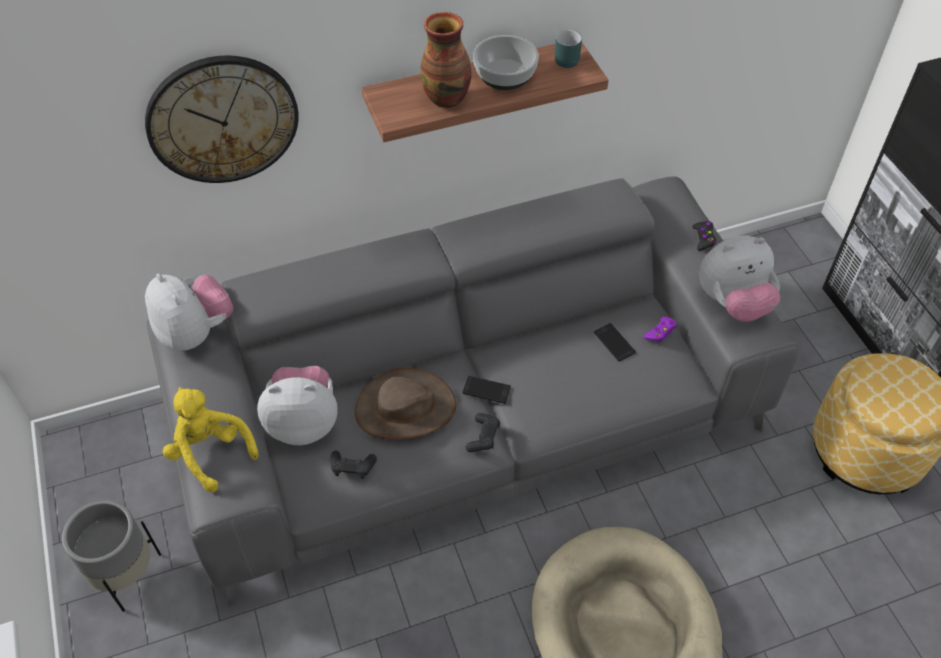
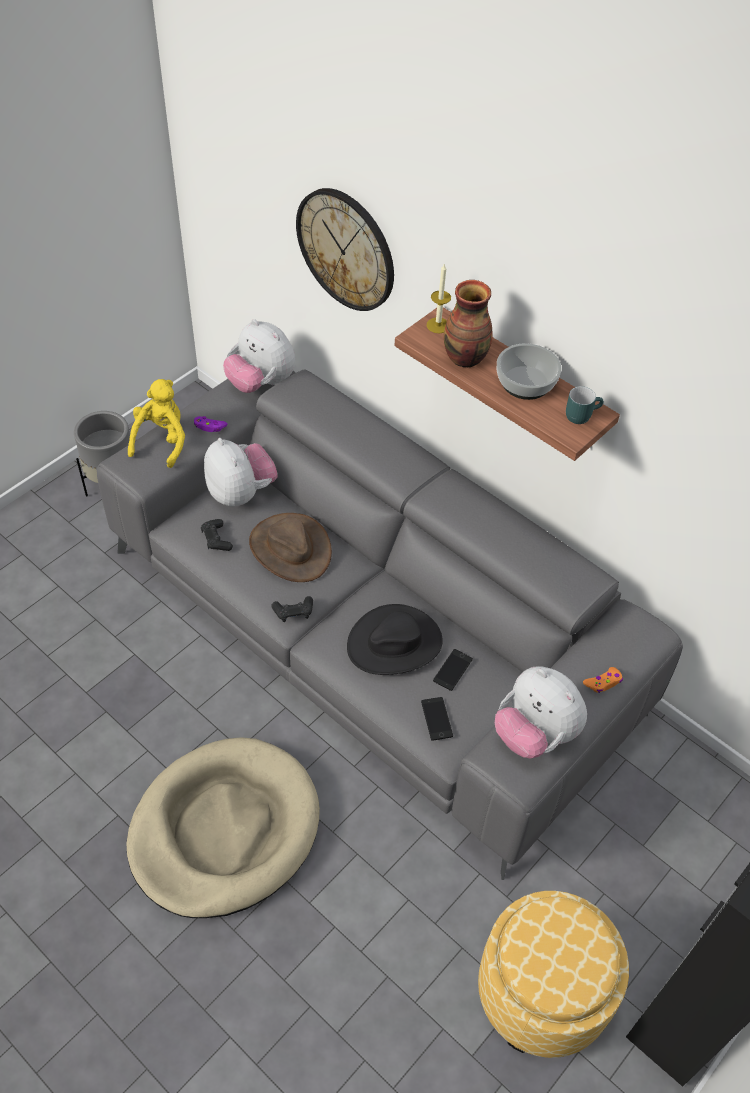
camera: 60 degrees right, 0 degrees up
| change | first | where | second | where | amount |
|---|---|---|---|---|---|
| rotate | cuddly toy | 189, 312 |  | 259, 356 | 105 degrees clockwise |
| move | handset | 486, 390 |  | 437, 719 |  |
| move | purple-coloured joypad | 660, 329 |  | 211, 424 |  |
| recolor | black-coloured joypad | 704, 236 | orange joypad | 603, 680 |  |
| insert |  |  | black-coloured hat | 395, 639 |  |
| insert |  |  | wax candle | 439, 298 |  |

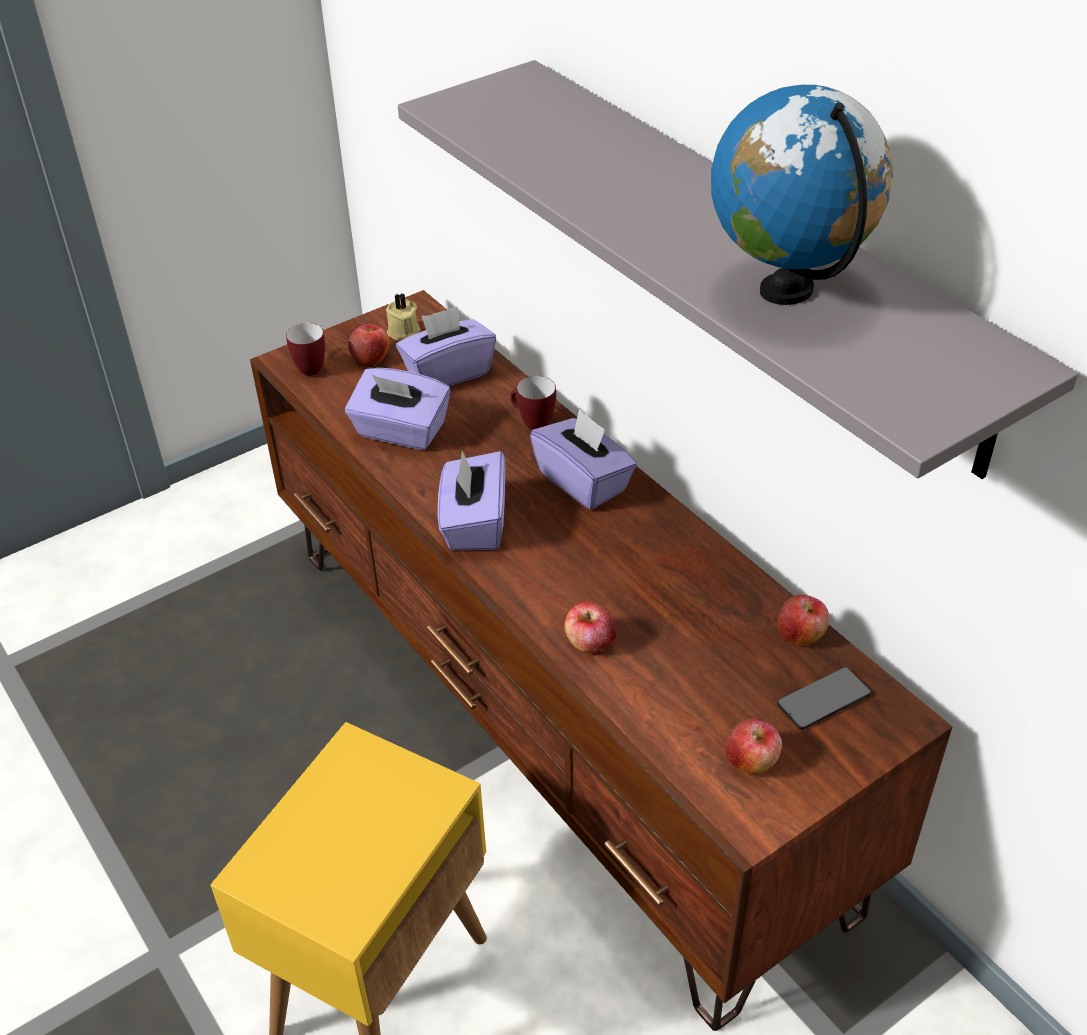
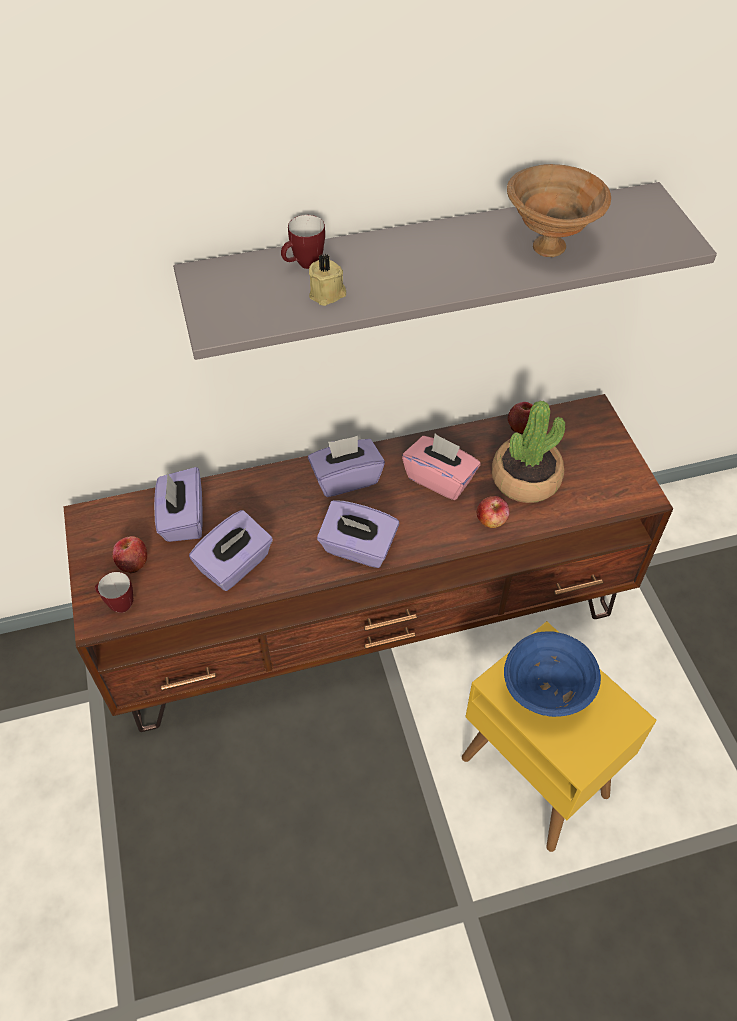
camera: 70 degrees left, 10 degrees up
| change | first | where | second | where | amount |
|---|---|---|---|---|---|
| move | beige wax candle | 403, 317 |  | 327, 280 |  |
| move | coffee mug | 533, 403 |  | 303, 242 |  |
| replace | desk globe | 802, 195 | brownish serving bowl | 559, 210 |  |
| delete | apple fruit | 753, 746 |  |  |  |
| delete | handset | 824, 698 |  |  |  |
| insert |  |  | pink box of tissues | 441, 466 |  |
| insert |  |  | houseplant | 528, 452 |  |
| insert |  |  | bluish serving bowl | 552, 674 |  |

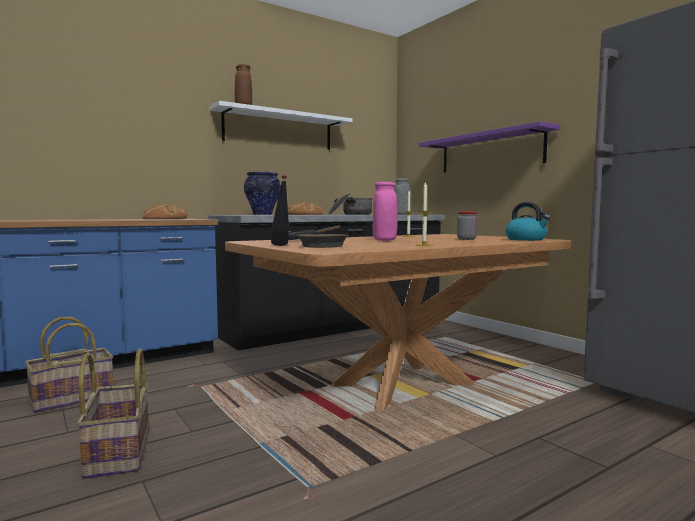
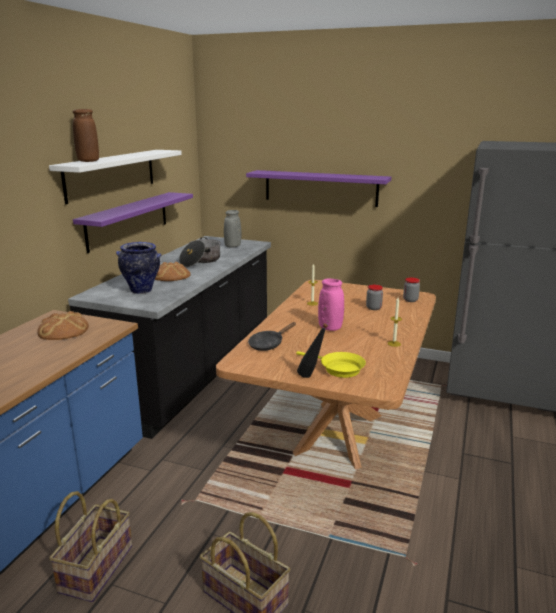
camera: 35 degrees left, 15 degrees up
| change | first | where | second | where | amount |
|---|---|---|---|---|---|
| recolor | brownish pan | 322, 241 | yellow-coloured pan | 331, 364 |  |
| replace | water kettle | 527, 221 | jar | 411, 290 |  |
| insert |  |  | purple-coloured wall shelf | 133, 222 |  |

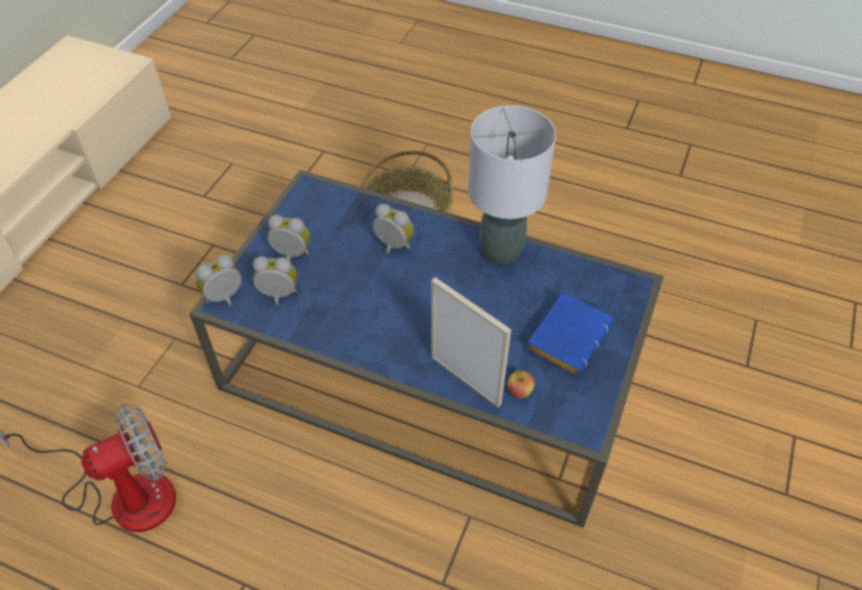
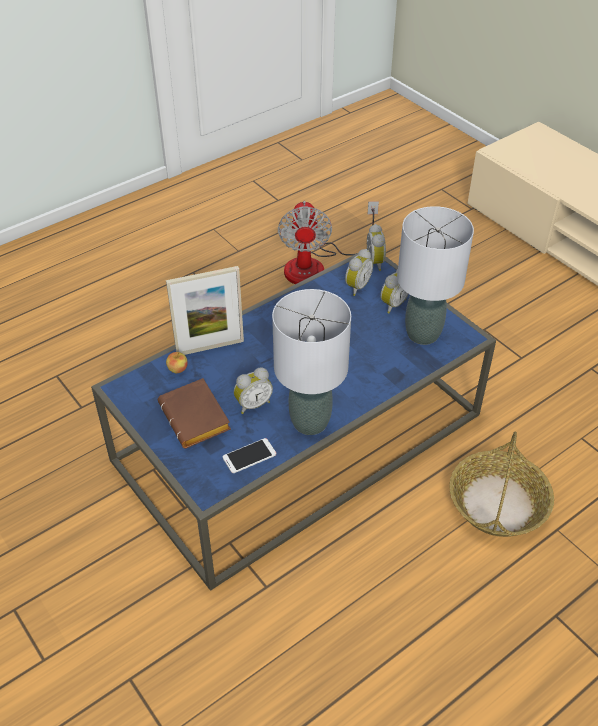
camera: 120 degrees right, 5 degrees down
| change | first | where | second | where | amount |
|---|---|---|---|---|---|
| move | alarm clock | 393, 229 |  | 253, 390 |  |
| recolor | bluish book | 569, 334 | brownish book | 194, 413 |  |
| insert |  |  | handset | 249, 455 |  |
| insert |  |  | gray lamp for a table | 435, 275 |  |

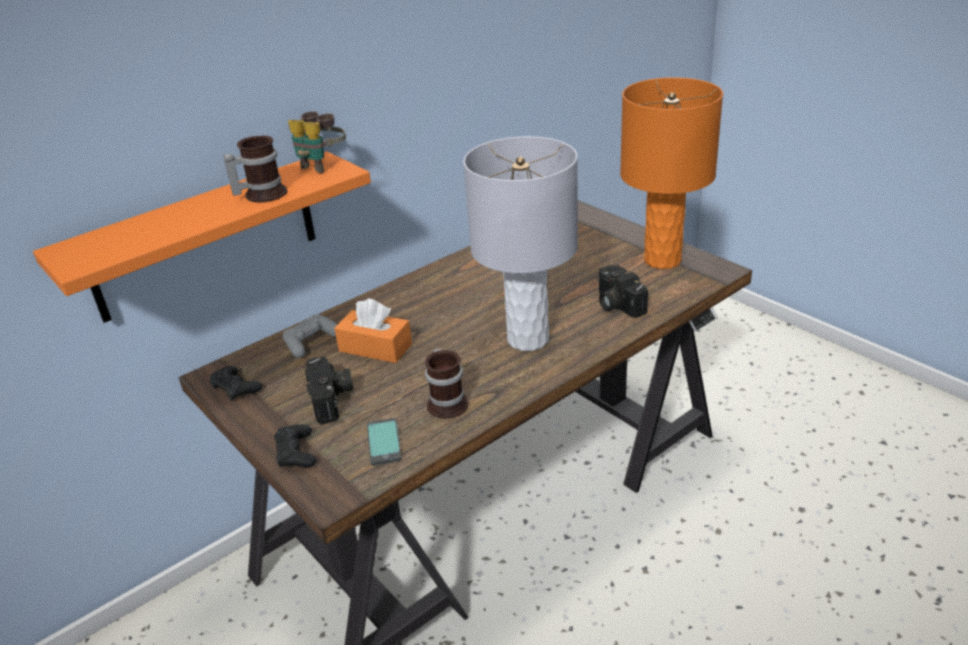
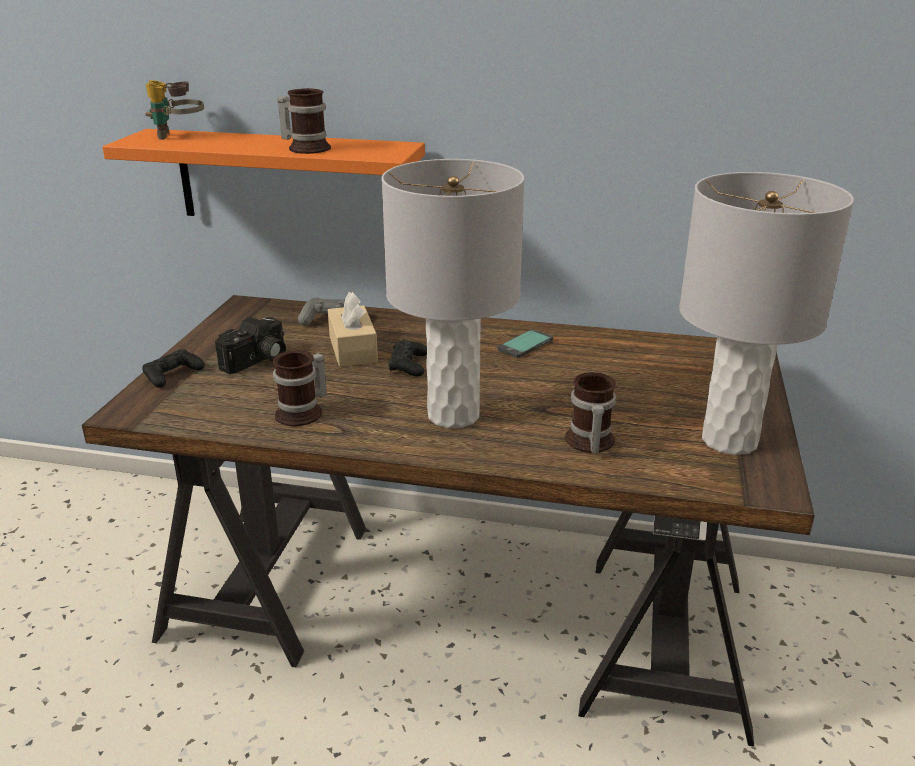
camera: 50 degrees right, 5 degrees down
| change | first | where | second | where | amount |
|---|---|---|---|---|---|
| move | black-coloured joypad | 235, 383 |  | 407, 358 |  |
| move | field glasses | 317, 142 |  | 174, 110 |  |
| recolor | orange box of tissues | 373, 330 | beige box of tissues | 353, 329 |  |
| move | handset | 384, 442 |  | 525, 343 |  |
| replace | photo camera | 622, 291 | coffee mug | 590, 413 |  |
| recolor | orange lamp for a table | 671, 173 | gray lamp for a table | 766, 313 |  |

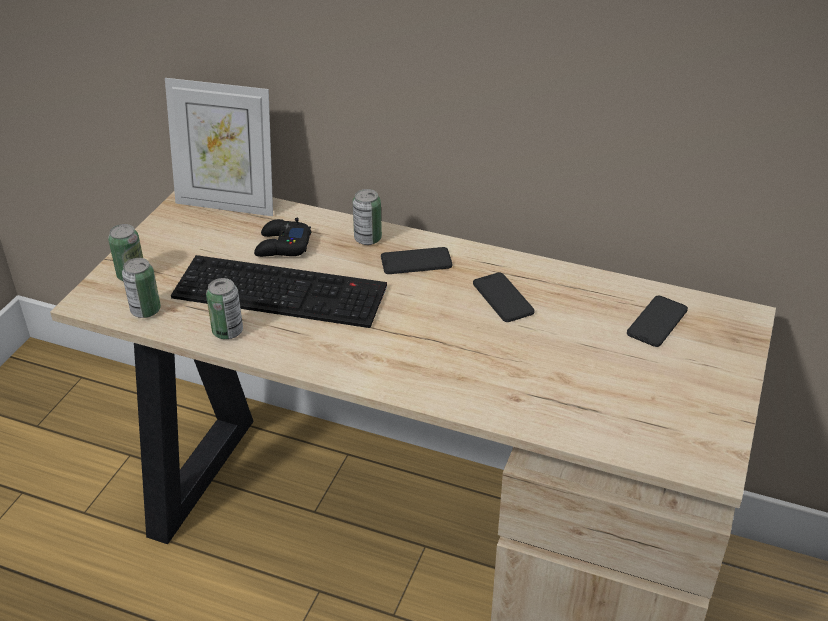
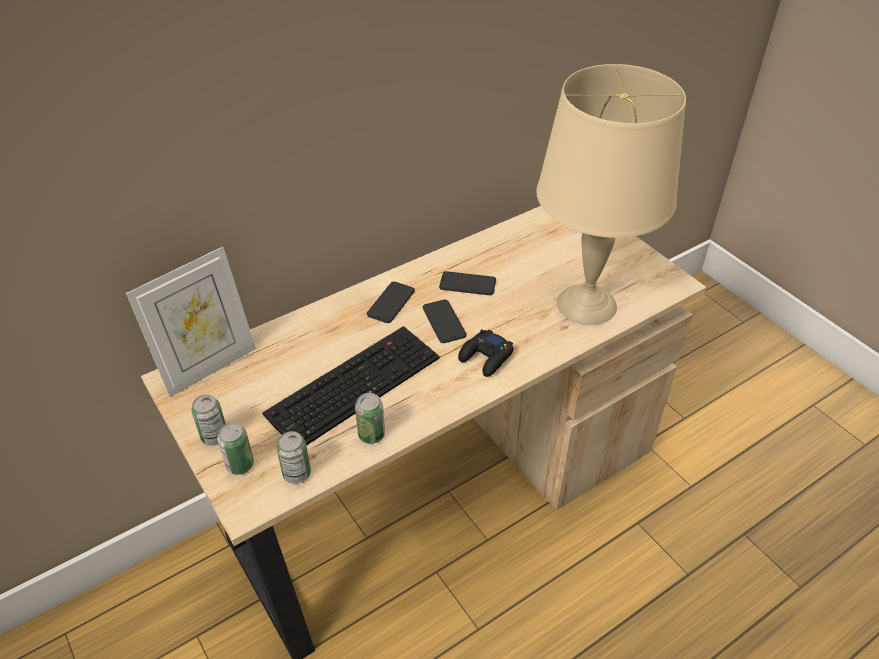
camera: 55 degrees left, 5 degrees up
| change | first | where | second | where | amount |
|---|---|---|---|---|---|
| move | black-coloured joypad | 282, 237 |  | 486, 353 |  |
| move | sealed can | 367, 217 |  | 208, 420 |  |
| move | handset | 657, 321 |  | 444, 321 |  |
| insert |  |  | beige lamp for a table | 611, 194 |  |

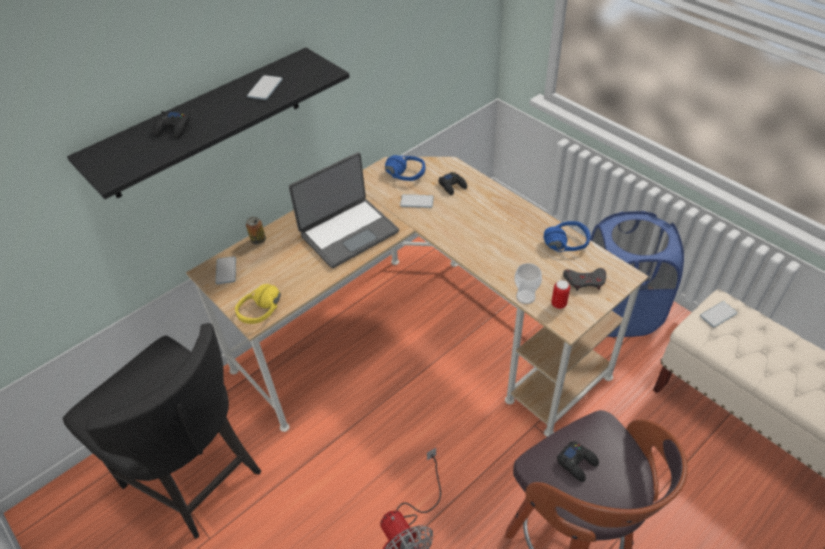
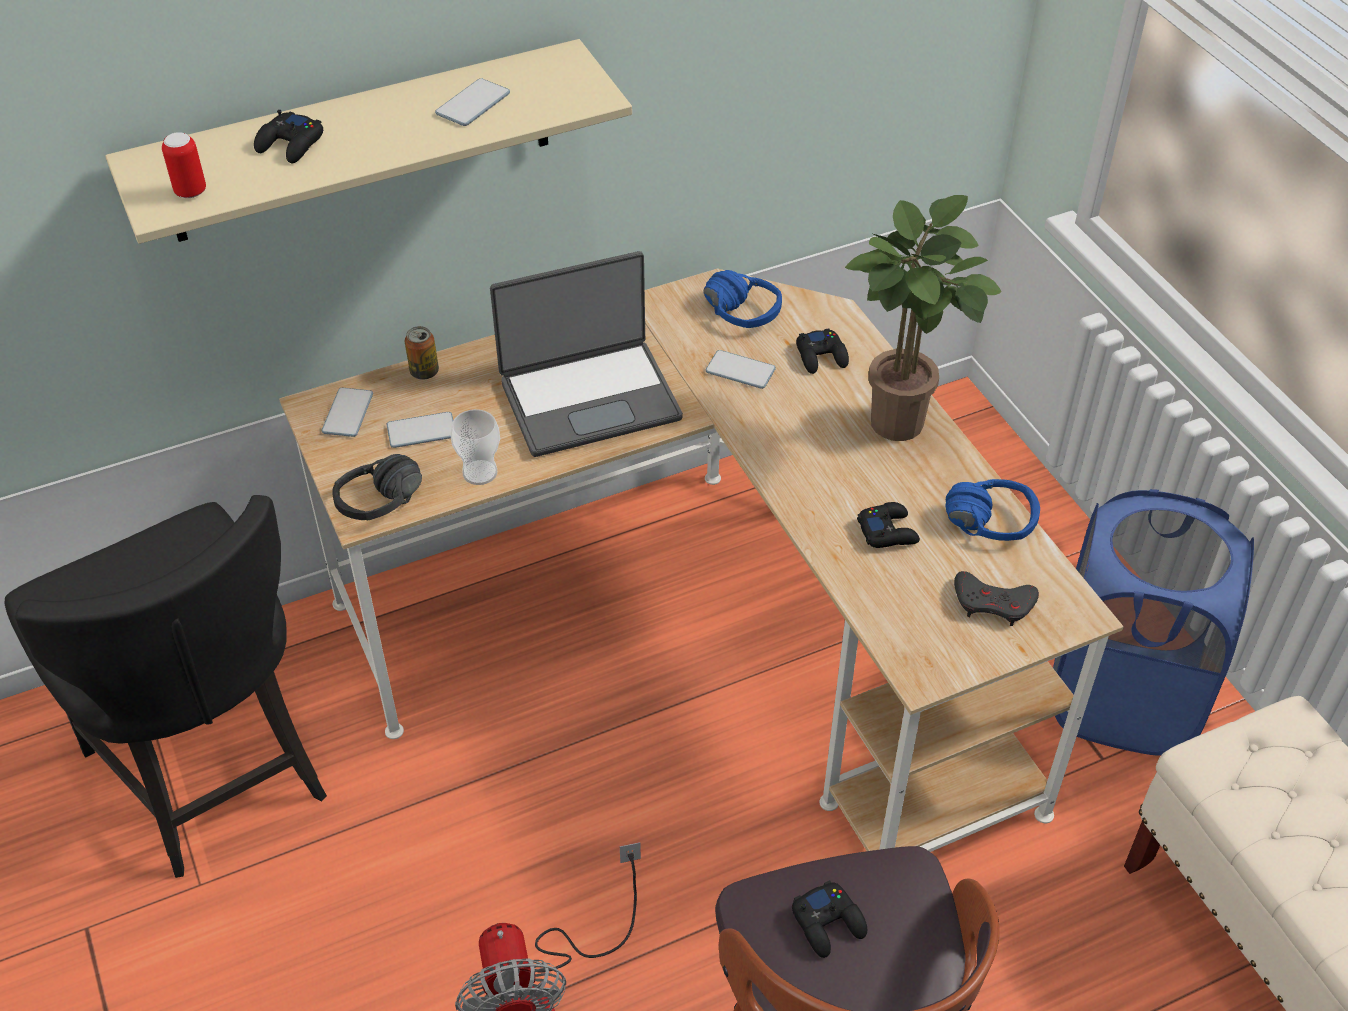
camera: 15 degrees right, 0 degrees up
| change | first | where | second | where | amount |
|---|---|---|---|---|---|
| recolor | black-coloured wall shelf | 208, 123 | beige wall shelf | 368, 141 |  |
| recolor | yellow-coloured headset | 258, 304 | black-coloured headset | 377, 487 |  |
| move | cup | 528, 283 |  | 475, 447 |  |
| move | sealed can | 560, 294 |  | 184, 165 |  |
| move | handset | 718, 314 |  | 420, 430 |  |
| insert |  |  | houseplant | 923, 318 |  |
| insert |  |  | black-coloured joypad | 888, 525 |  |

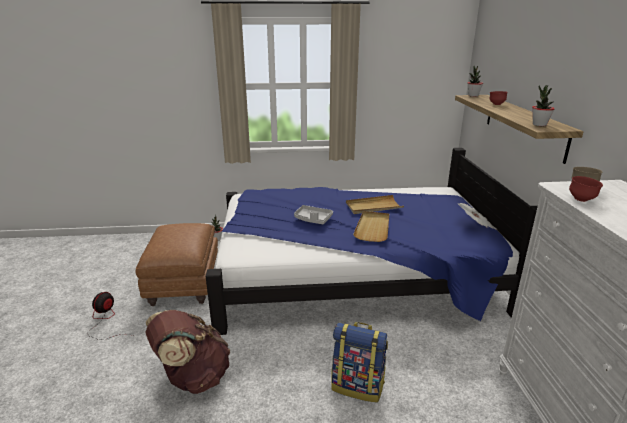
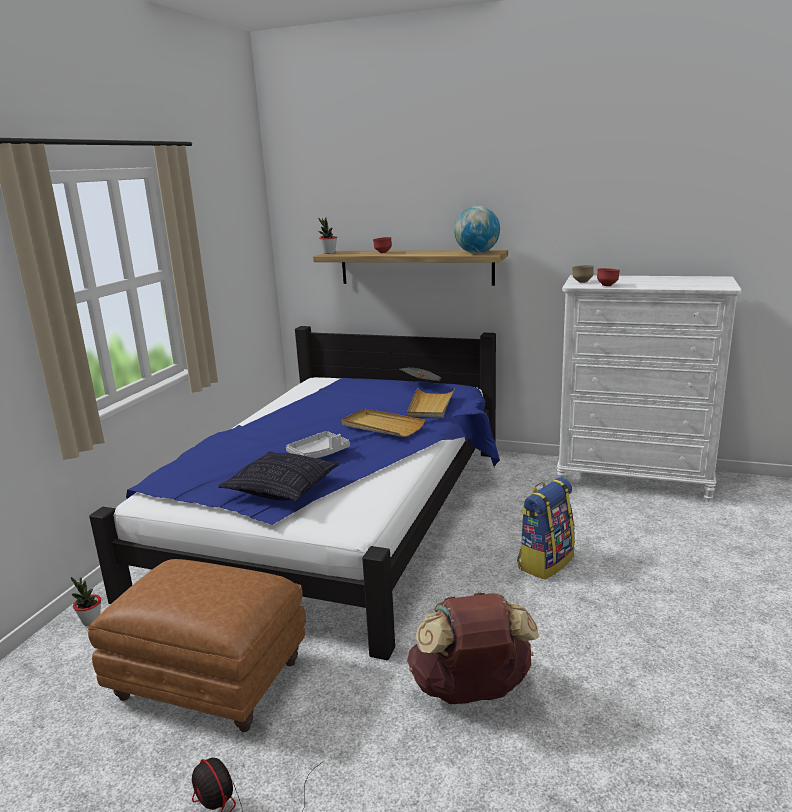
camera: 65 degrees left, 5 degrees down
| change | first | where | second | where | amount |
|---|---|---|---|---|---|
| move | beige tray | 375, 204 |  | 431, 403 |  |
| replace | houseplant | 543, 105 | desk globe | 477, 230 |  |
| insert |  |  | pillow | 279, 476 |  |

